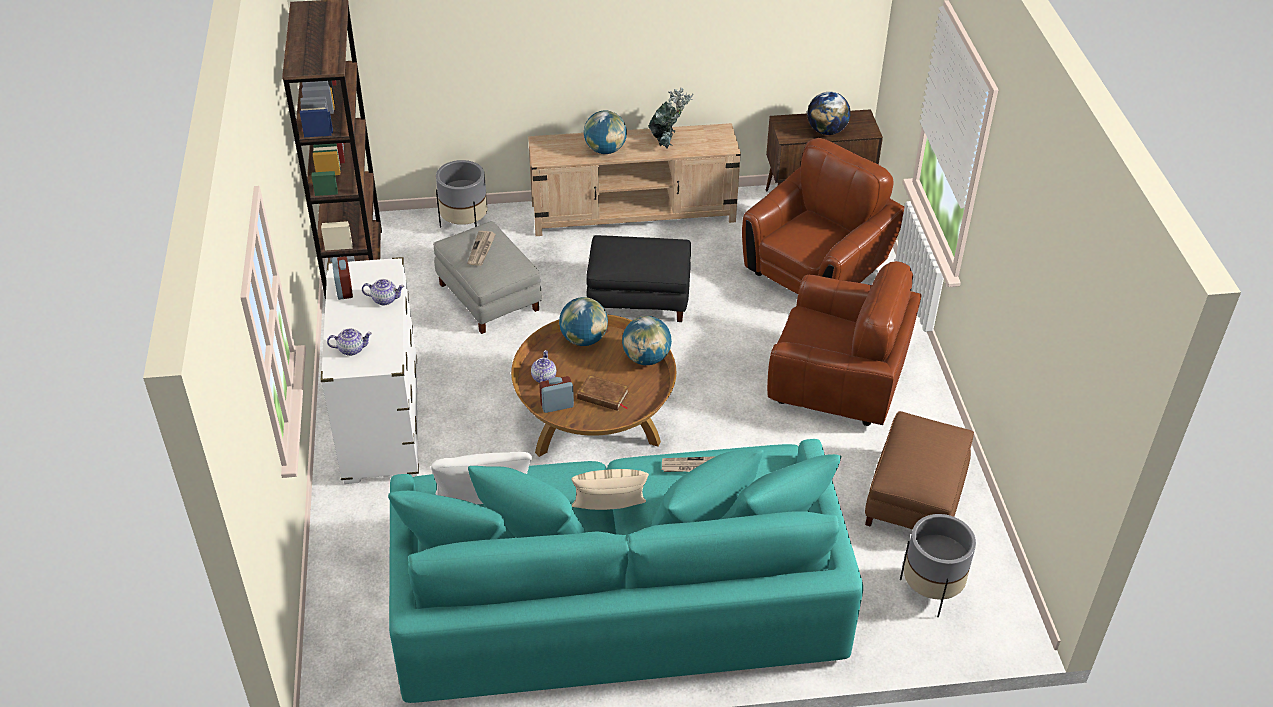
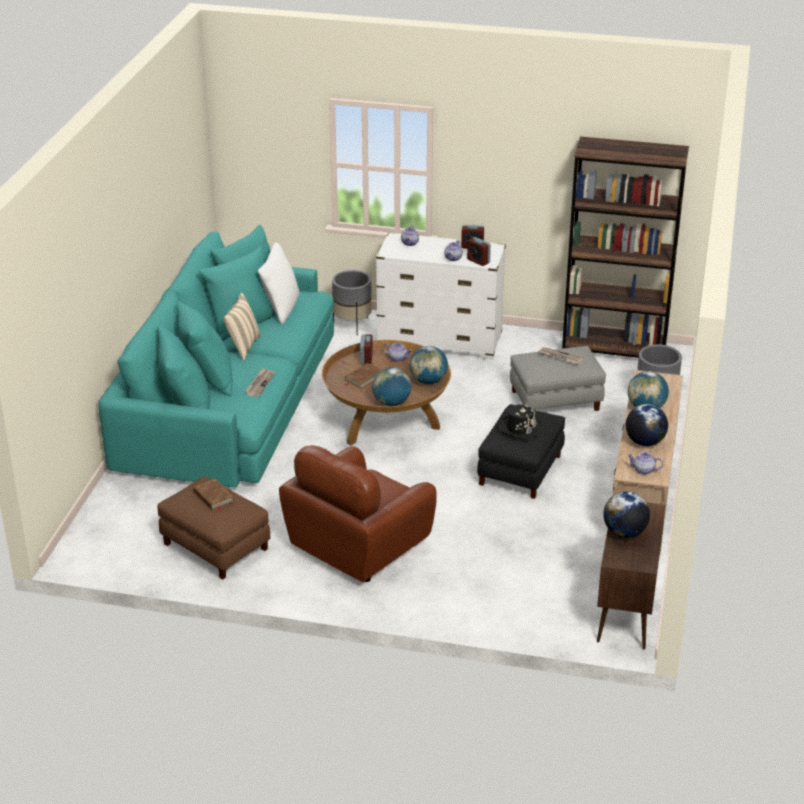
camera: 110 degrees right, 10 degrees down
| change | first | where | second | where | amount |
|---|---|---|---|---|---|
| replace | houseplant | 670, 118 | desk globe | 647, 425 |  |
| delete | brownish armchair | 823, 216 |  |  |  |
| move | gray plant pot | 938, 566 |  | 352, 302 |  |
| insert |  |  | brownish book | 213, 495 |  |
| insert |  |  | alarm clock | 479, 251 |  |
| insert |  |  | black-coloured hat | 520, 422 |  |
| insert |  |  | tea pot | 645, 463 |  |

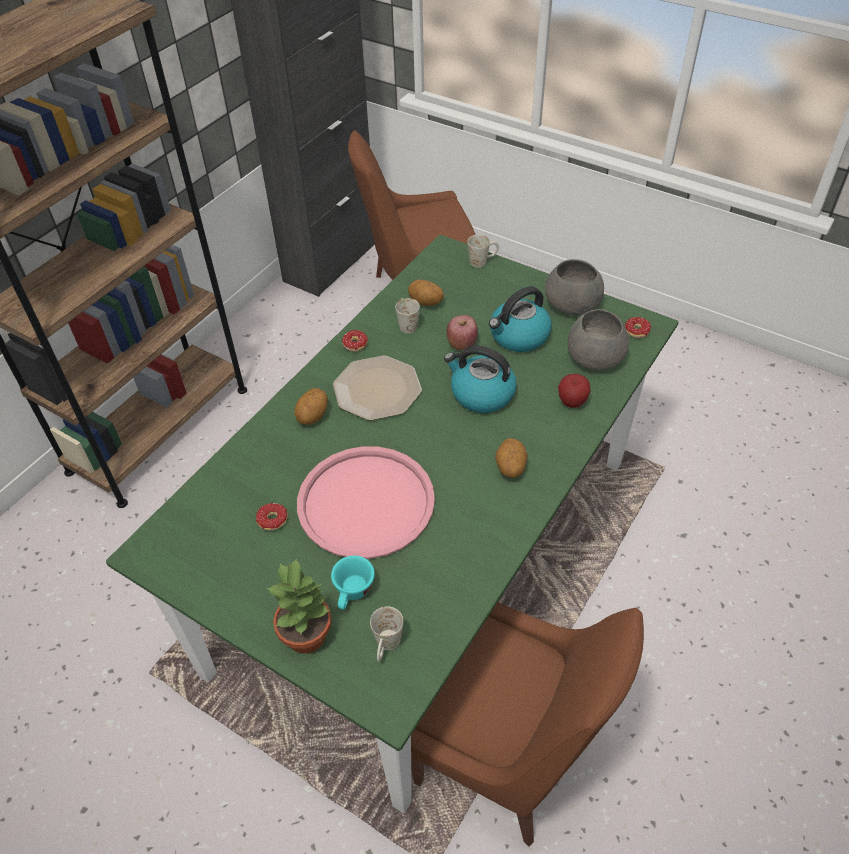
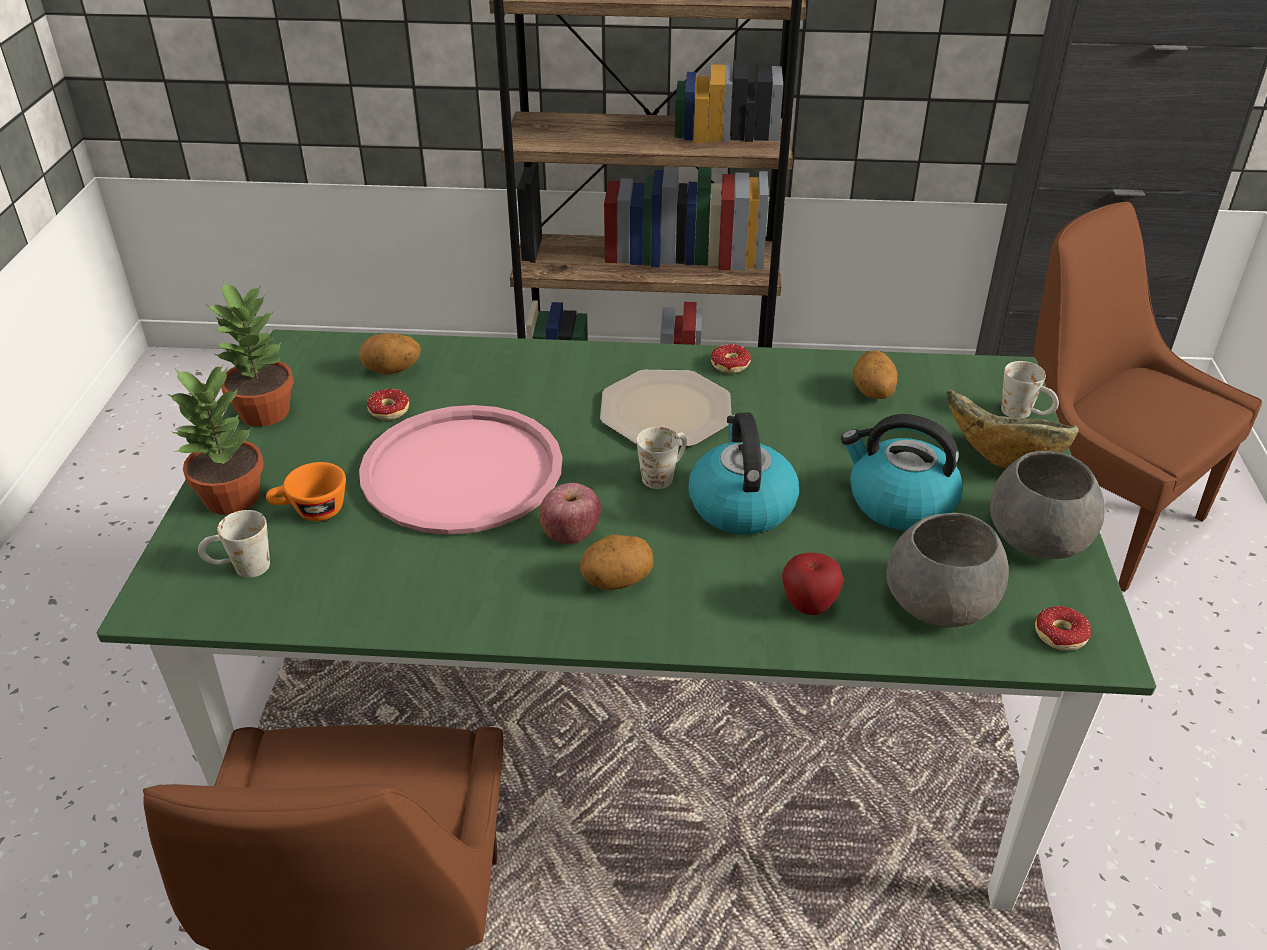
camera: 60 degrees right, 10 degrees down
| change | first | where | second | where | amount |
|---|---|---|---|---|---|
| move | potato | 311, 406 |  | 390, 354 |  |
| recolor | turquoise cup | 353, 583 | orange cup | 306, 491 |  |
| move | white coffee mug | 407, 316 |  | 661, 458 |  |
| move | apple fruit | 462, 332 |  | 570, 513 |  |
| insert |  |  | houseplant | 250, 353 |  |
| insert |  |  | serving bowl | 1013, 429 |  |

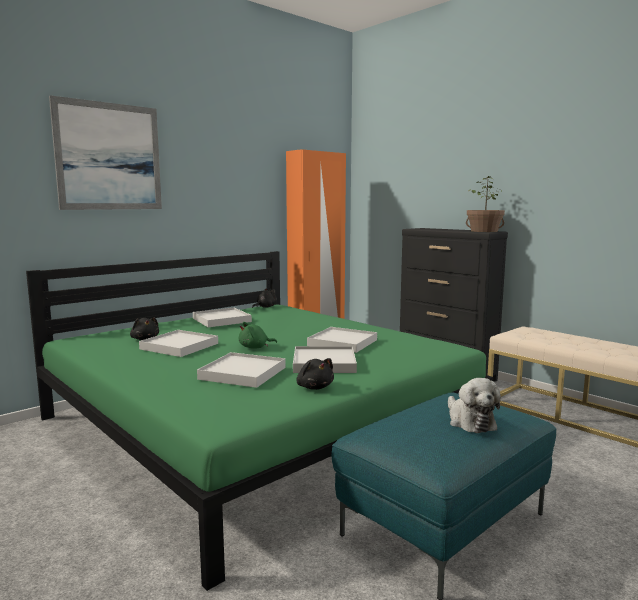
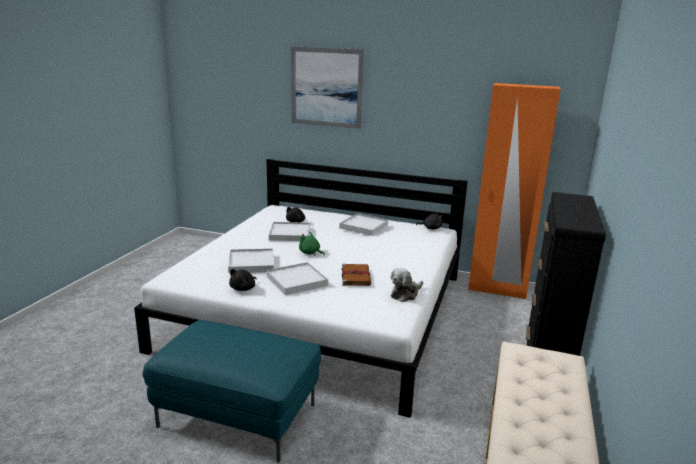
camera: 60 degrees right, 10 degrees up
| change | first | where | second | where | amount |
|---|---|---|---|---|---|
| recolor | green-coloured sleeping bed | 259, 421 | white sleeping bed | 301, 288 |  |
| replace | white tray | 342, 340 | brownish book | 356, 275 |  |
| move | cuddly toy | 474, 405 |  | 407, 285 |  |
| delete | houseplant | 485, 204 |  |  |  |

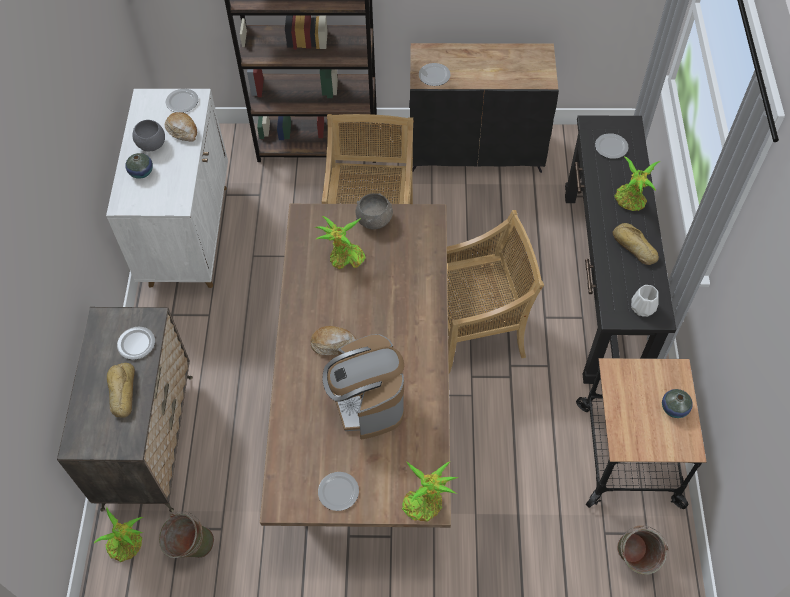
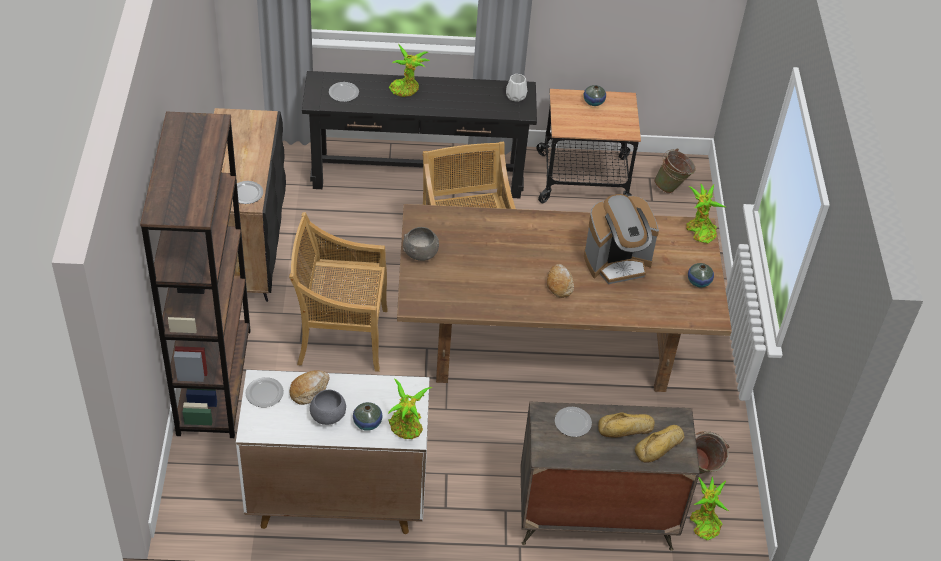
camera: 95 degrees left, 10 degrees down
| change | first | where | second | where | amount |
|---|---|---|---|---|---|
| move | houseplant | 340, 242 |  | 410, 409 |  |
| replace | dinner plate | 338, 491 | flower vase | 701, 275 |  |
| move | bread | 636, 244 |  | 660, 444 |  |

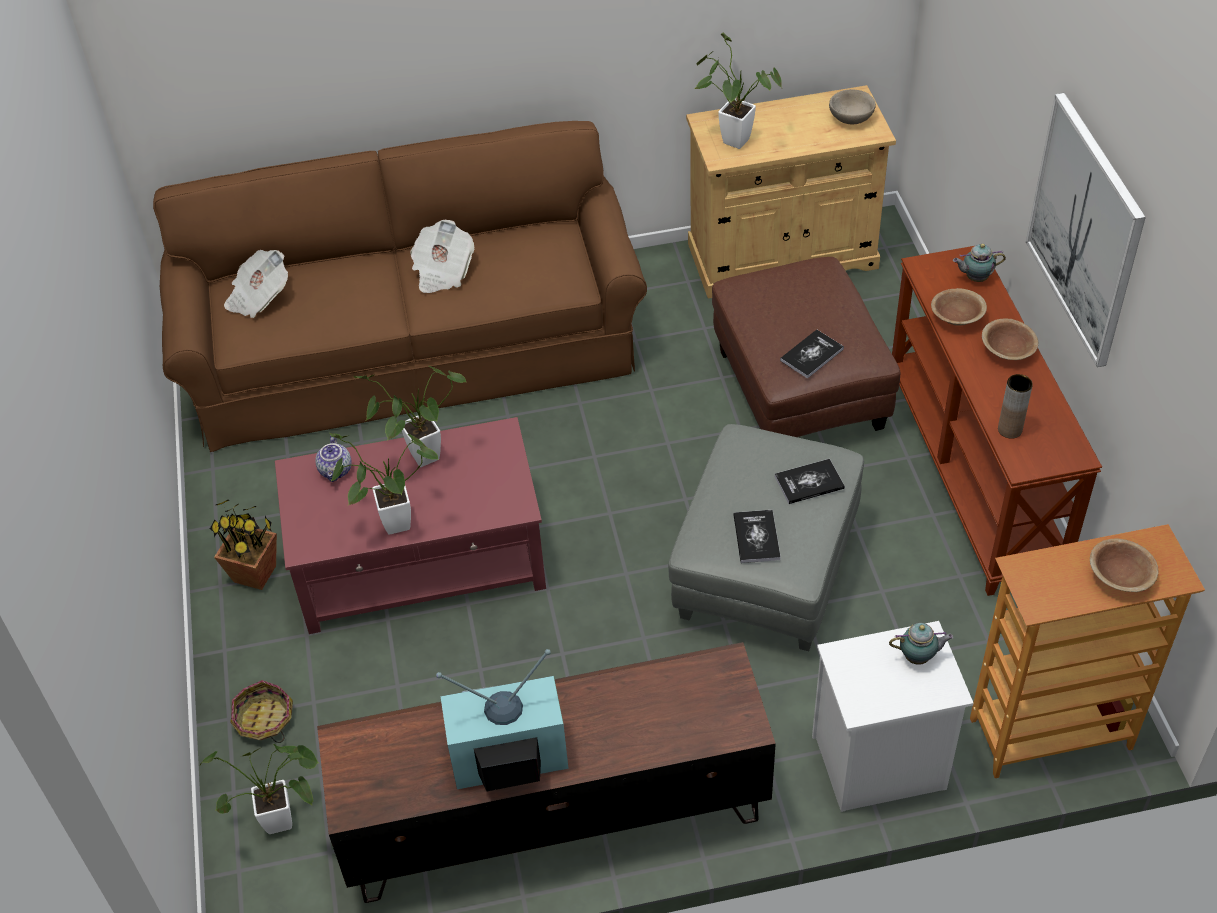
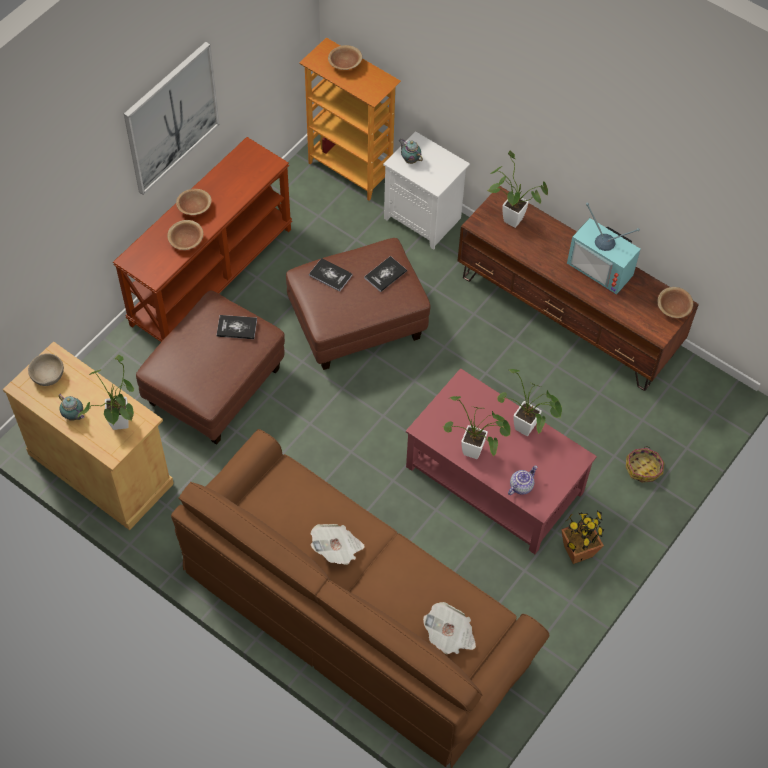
camera: 135 degrees left, 10 degrees up
| change | first | where | second | where | amount |
|---|---|---|---|---|---|
| move | houseplant | 259, 789 |  | 517, 189 |  |
| recolor | gray pouffe | 766, 537 | brownish pouffe | 358, 304 |  |
| move | tea pot | 979, 263 |  | 71, 407 |  |
| delete | brownish flower vase | 1015, 406 |  |  |  |
| insert |  |  | brownish serving bowl | 675, 302 |  |

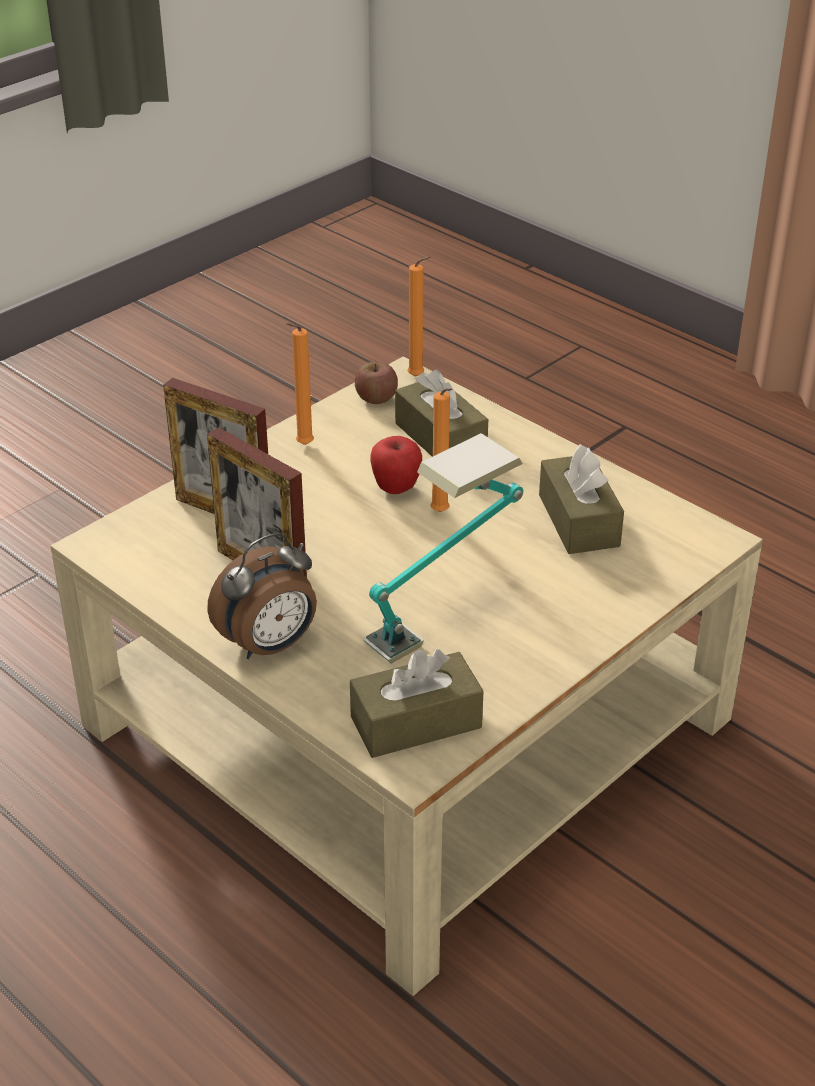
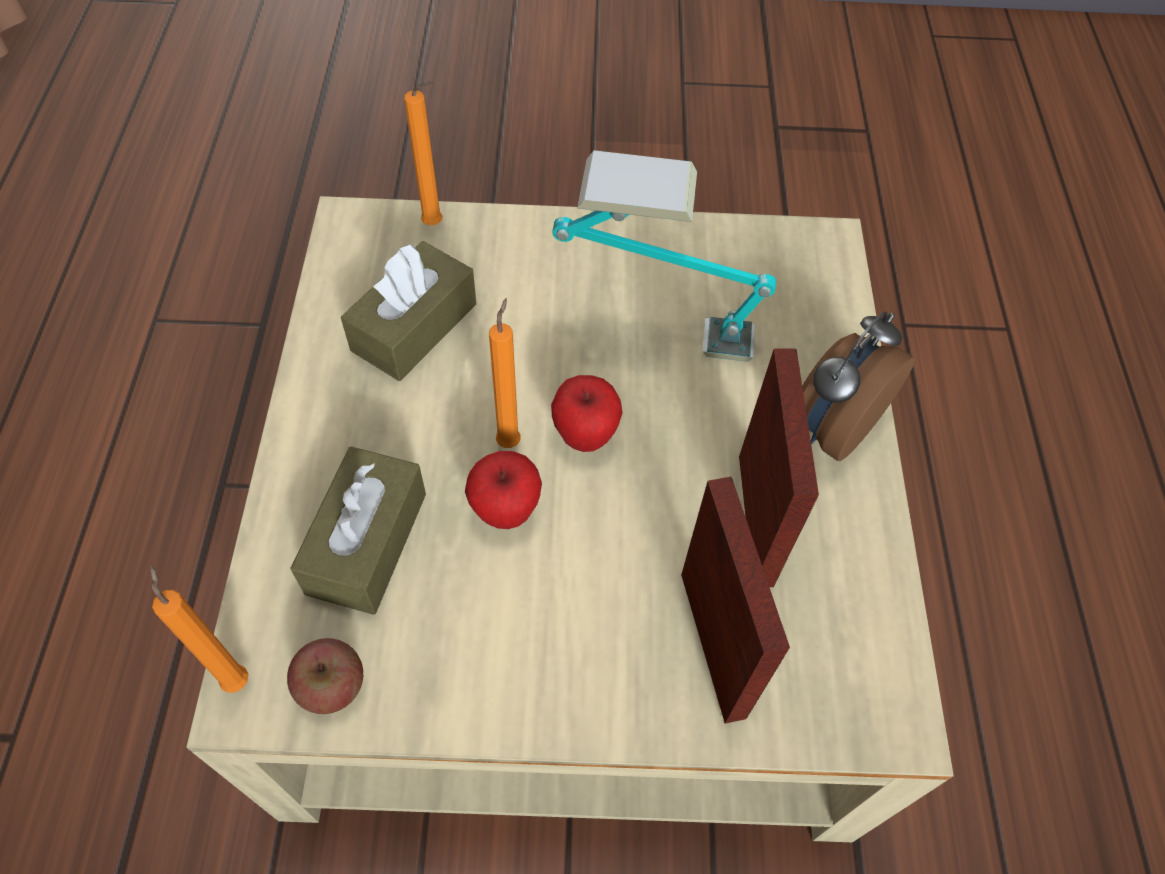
camera: 135 degrees left, 20 degrees up
| change | first | where | second | where | amount |
|---|---|---|---|---|---|
| rotate | alarm clock | 262, 596 |  | 858, 386 | 60 degrees counterclockwise |
| move | orange wax candle | 300, 384 |  | 423, 153 |  |
| delete | brownish box of tissues | 417, 703 |  |  |  |
| insert |  |  | apple fruit | 587, 413 |  |

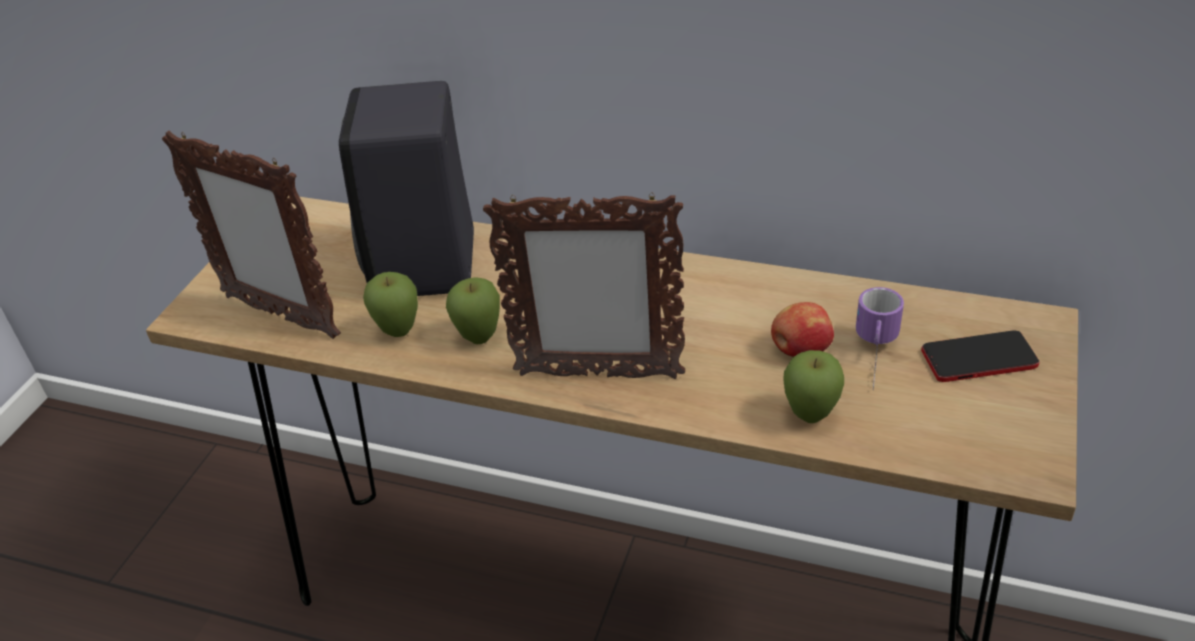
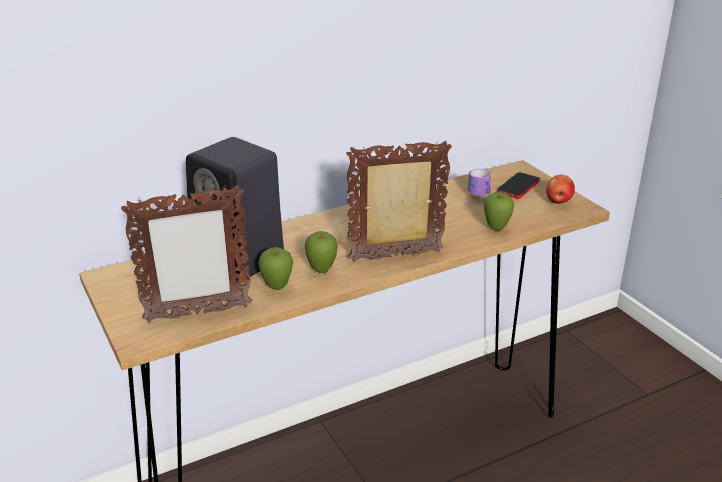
camera: 50 degrees left, 10 degrees down
| change | first | where | second | where | amount |
|---|---|---|---|---|---|
| rotate | photo frame | 584, 285 |  | 399, 201 | 150 degrees counterclockwise |
| move | apple fruit | 802, 329 |  | 560, 189 |  |

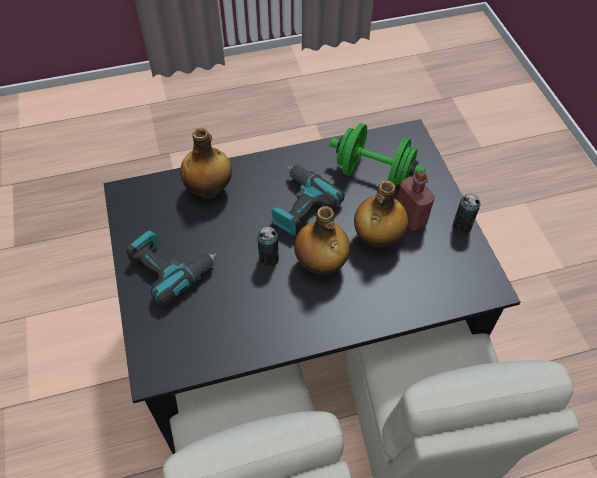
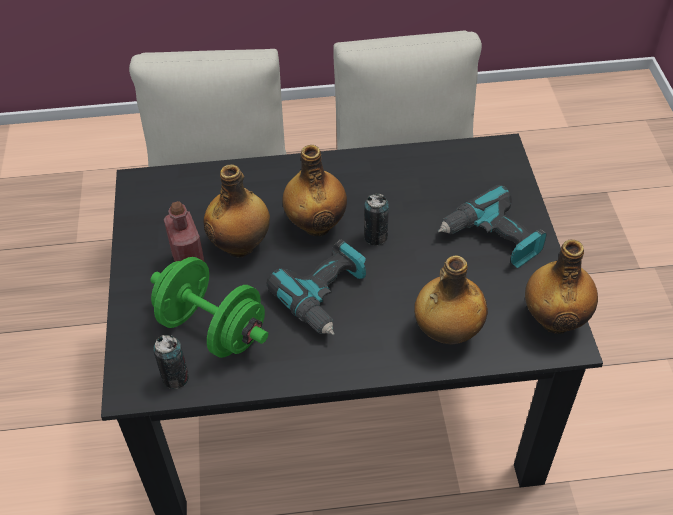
camera: 170 degrees left, 5 degrees down
| change | first | where | second | where | amount |
|---|---|---|---|---|---|
| move | sealed can | 466, 213 |  | 171, 362 |  |
| insert |  |  | beverage bottle | 561, 286 |  |

